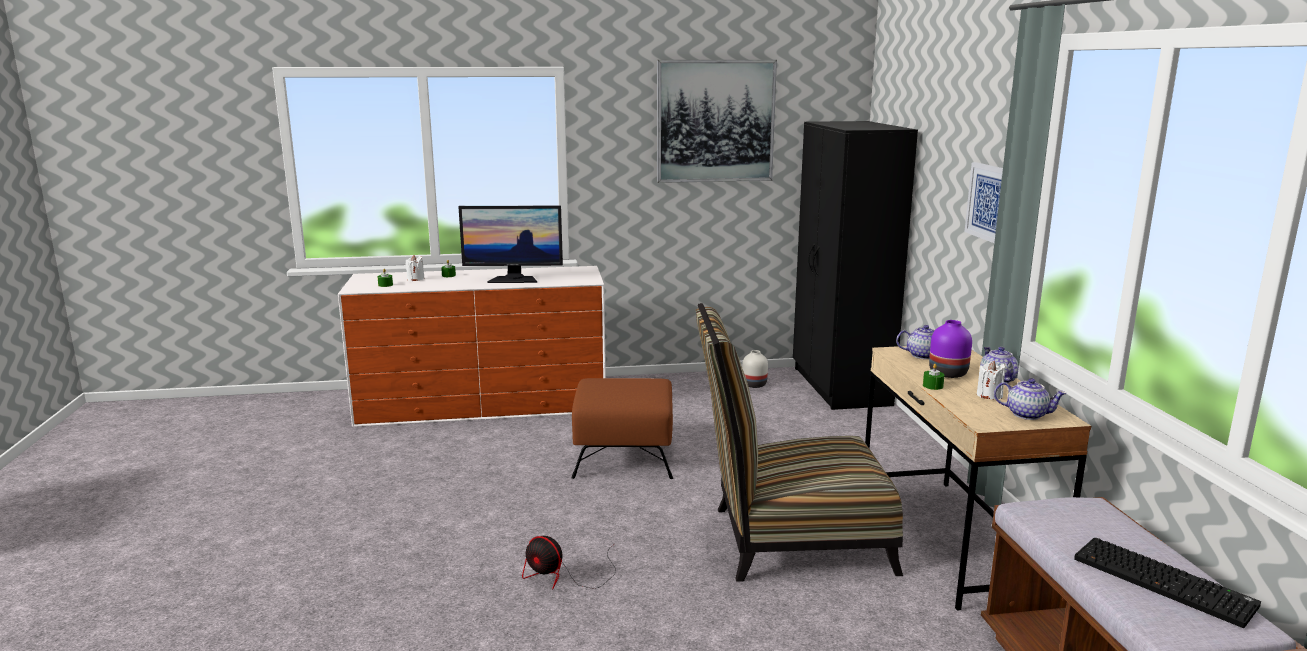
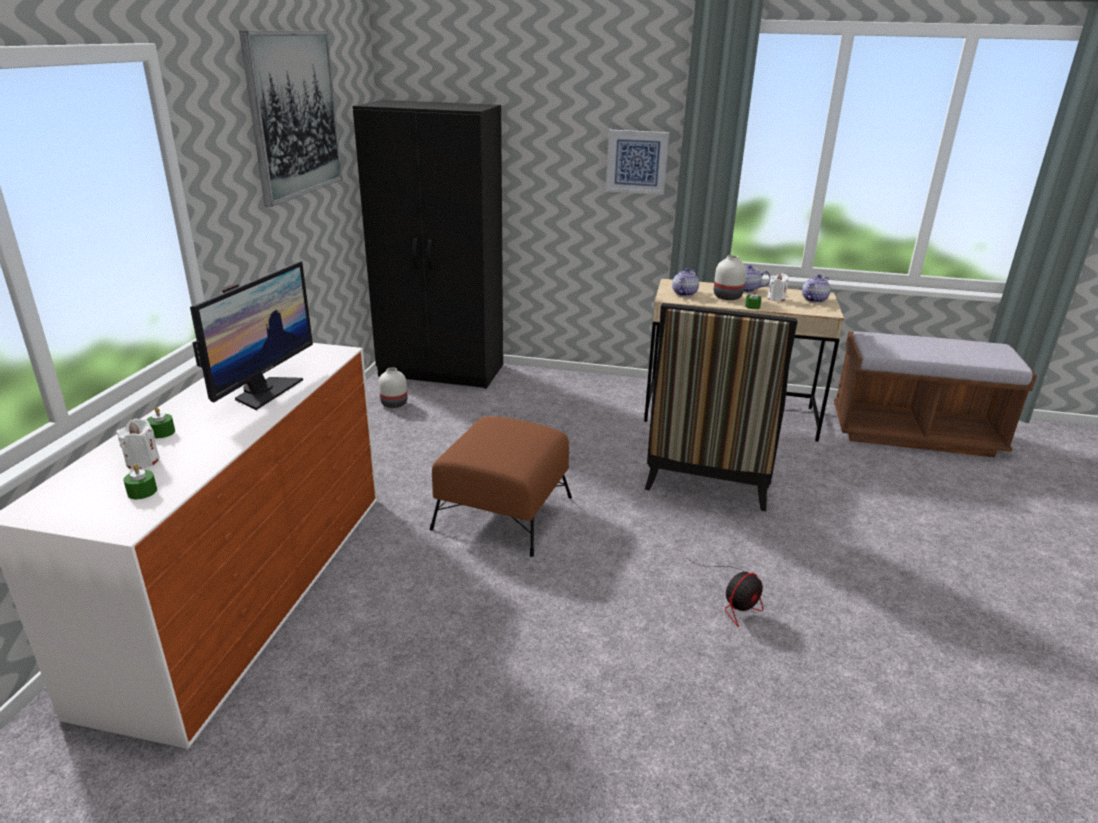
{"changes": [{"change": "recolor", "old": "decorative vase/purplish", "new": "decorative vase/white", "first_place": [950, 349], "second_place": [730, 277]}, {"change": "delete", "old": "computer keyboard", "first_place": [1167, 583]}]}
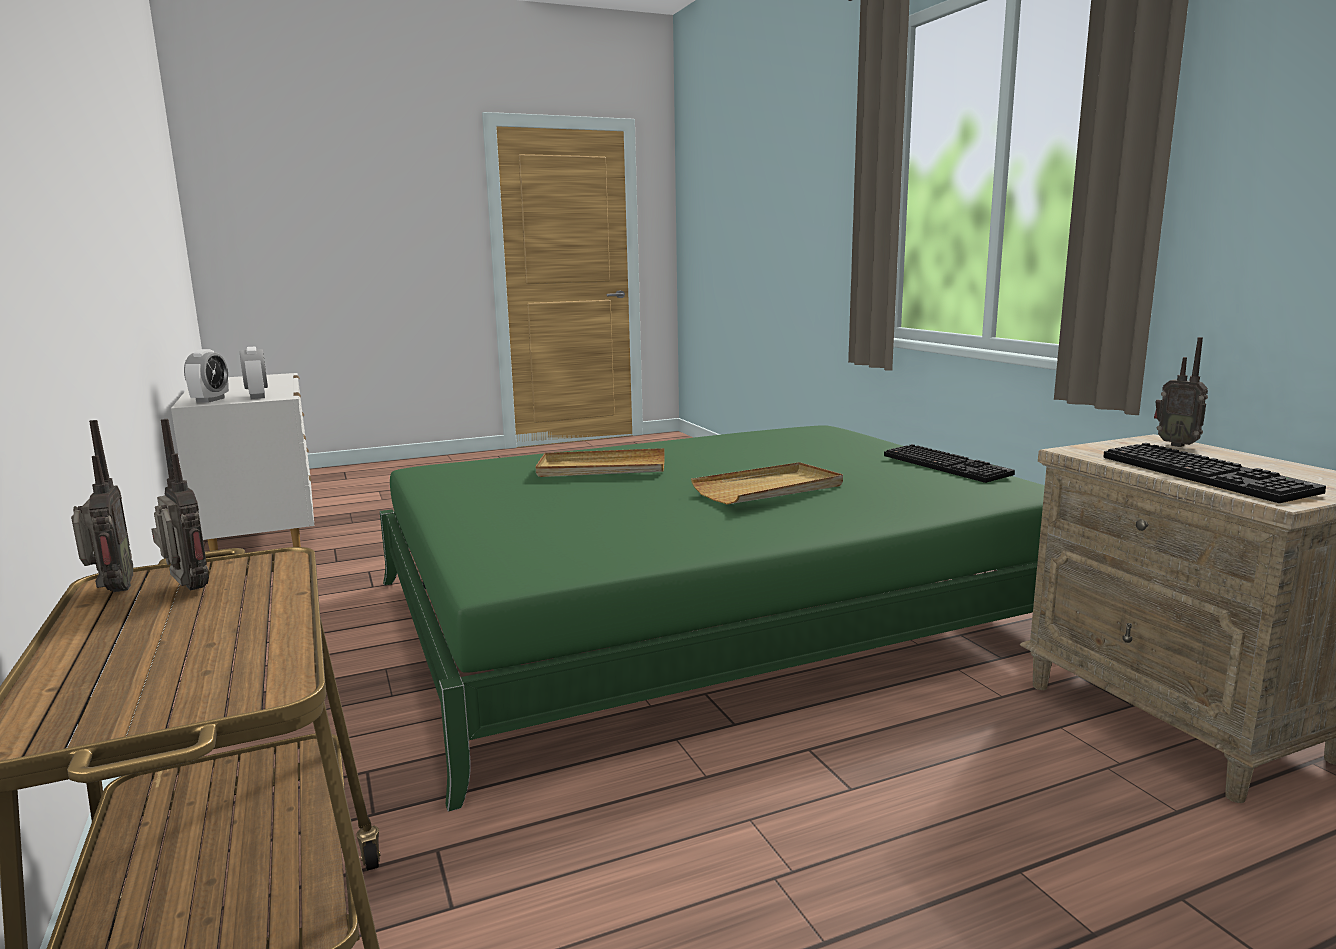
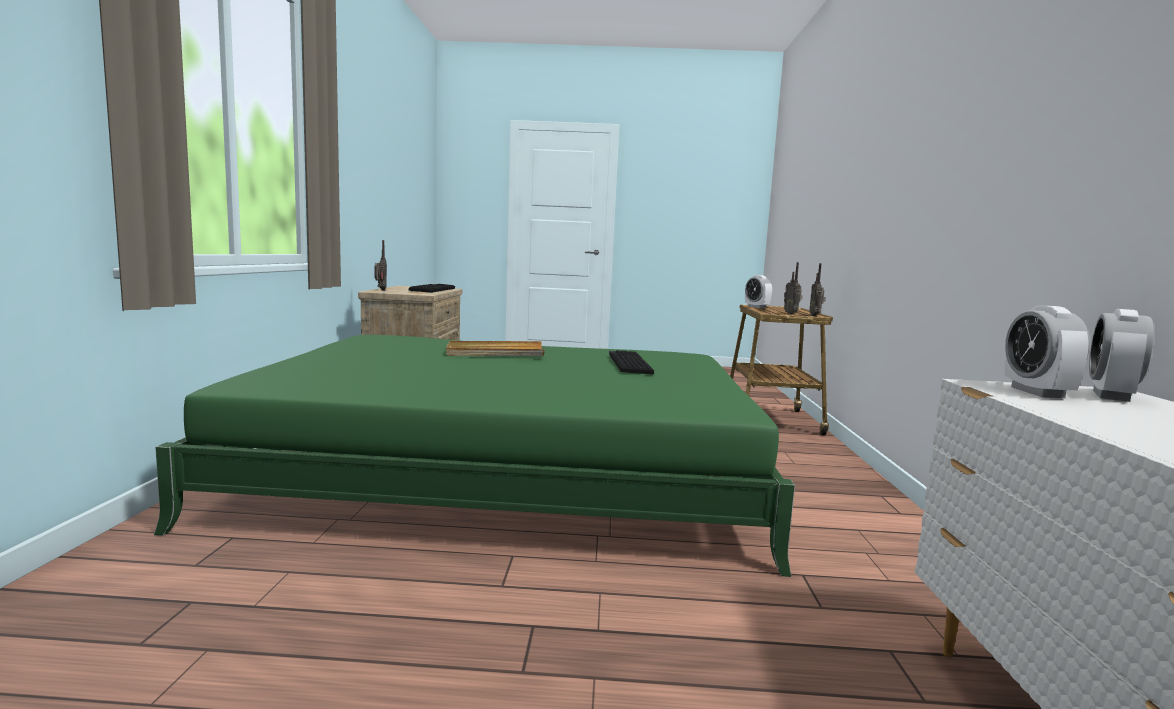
{"changes": [{"change": "move", "old": "computer keyboard", "first_place": [949, 463], "second_place": [631, 362]}, {"change": "insert", "new": "alarm clock", "second_place": [758, 291]}, {"change": "delete", "old": "tray/sand-coloured", "first_place": [600, 462]}]}
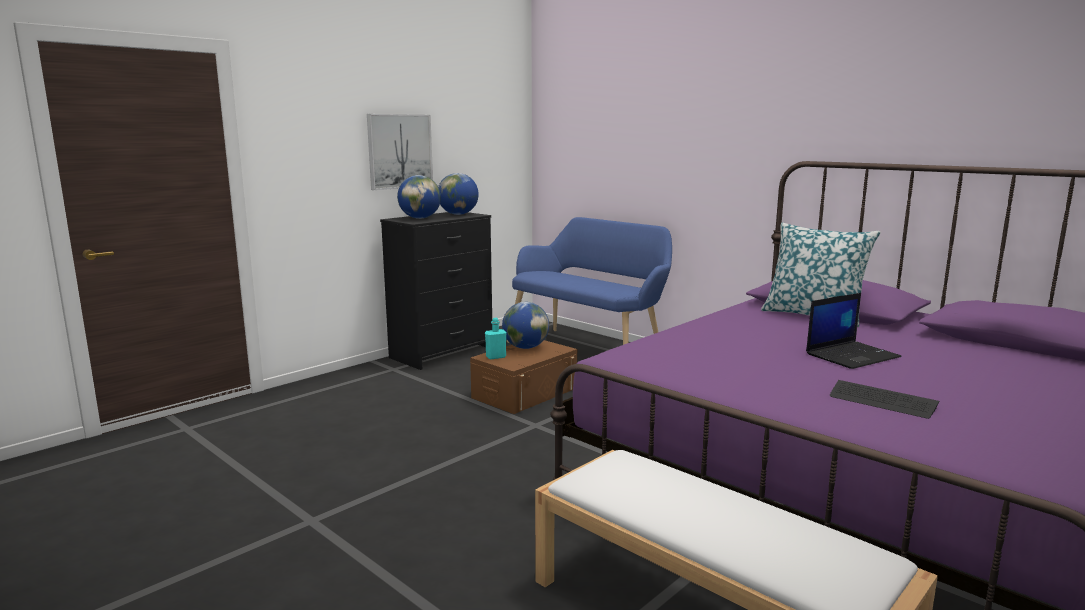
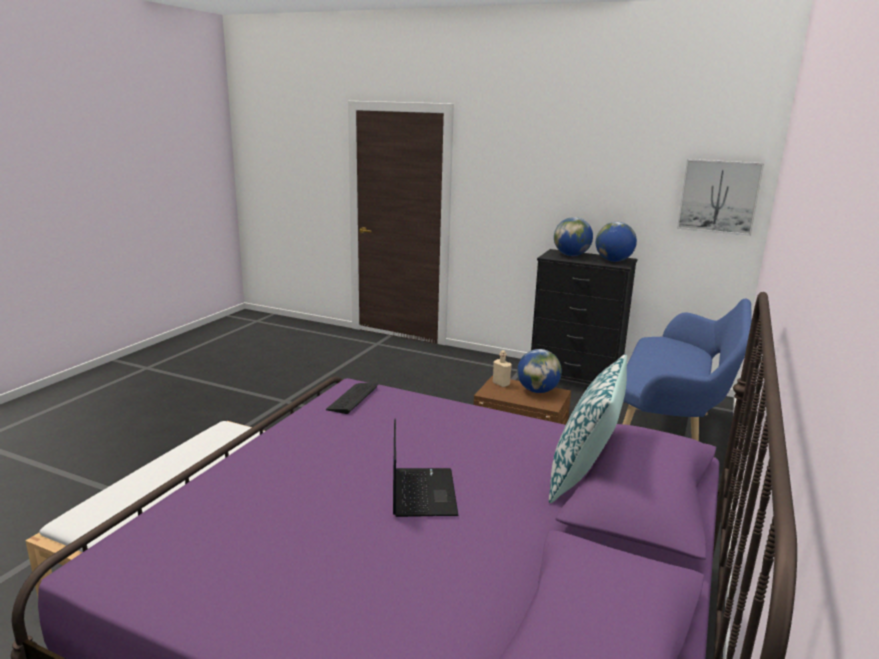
{"changes": [{"change": "move", "old": "computer keyboard", "first_place": [884, 399], "second_place": [352, 398]}, {"change": "rotate", "old": "notebook computer", "first_place": [854, 331], "second_place": [426, 467], "degrees": -135}, {"change": "recolor", "old": "beverage bottle/turquoise-coloured", "new": "beverage bottle/sand-coloured", "first_place": [495, 339], "second_place": [502, 368]}, {"change": "move", "old": "wall picture", "first_place": [400, 152], "second_place": [720, 197]}]}
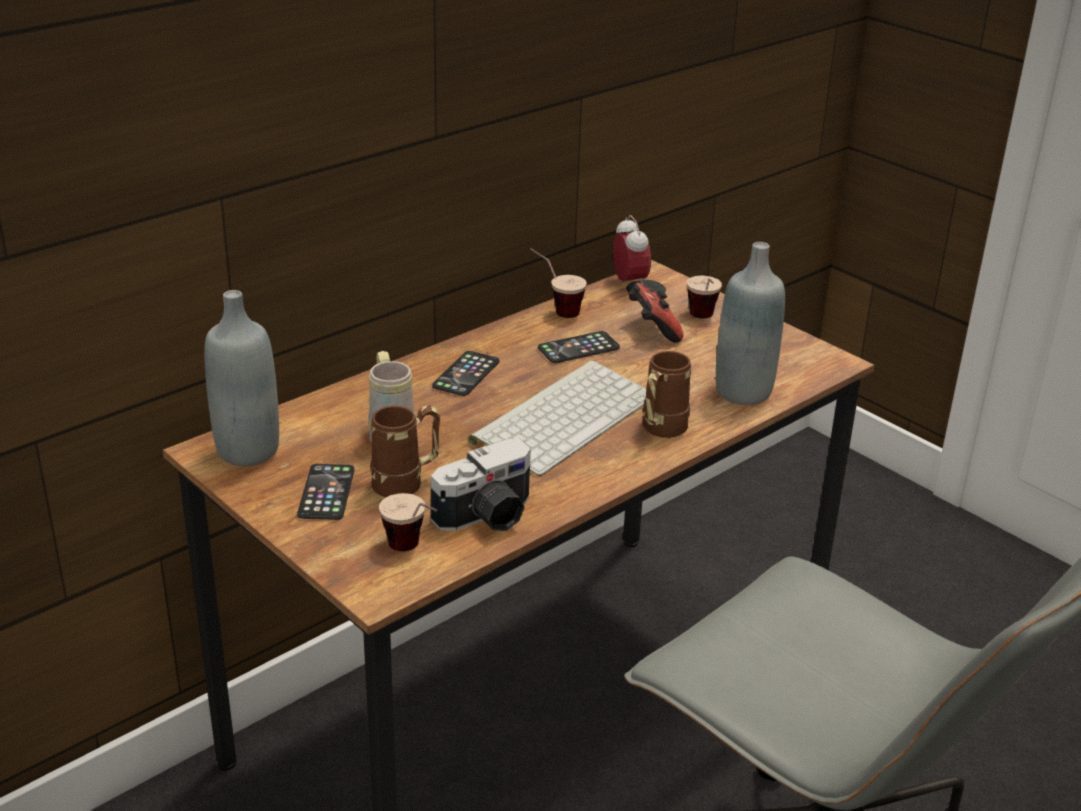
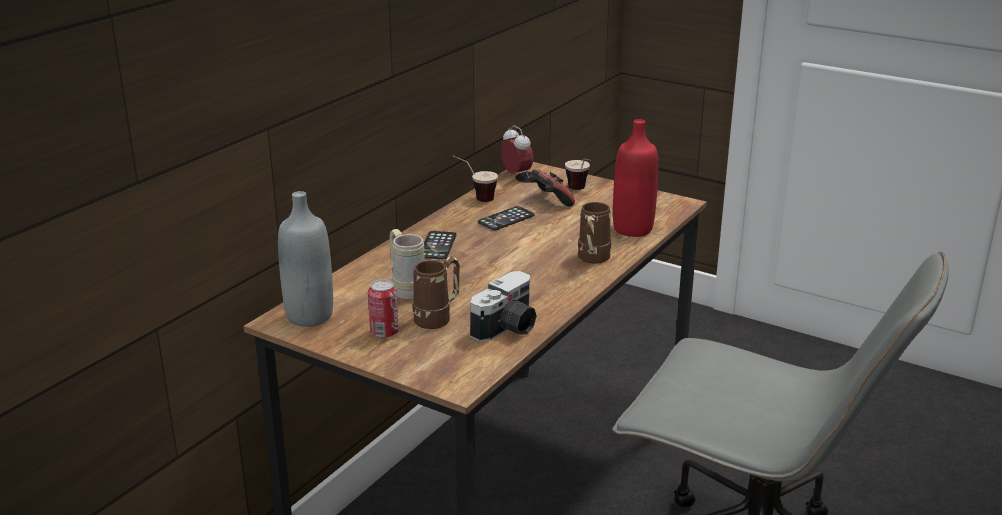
{"changes": [{"change": "replace", "old": "handset", "new": "can", "first_place": [325, 492], "second_place": [383, 309]}, {"change": "recolor", "old": "beverage bottle/greyish", "new": "beverage bottle/red-coloured", "first_place": [750, 323], "second_place": [635, 178]}, {"change": "delete", "old": "small cup", "first_place": [408, 522]}, {"change": "delete", "old": "computer keyboard", "first_place": [557, 418]}]}
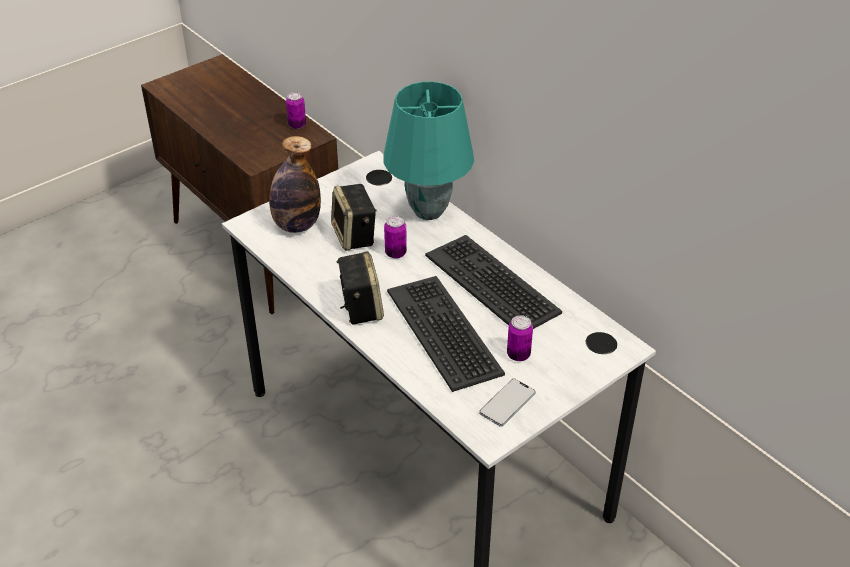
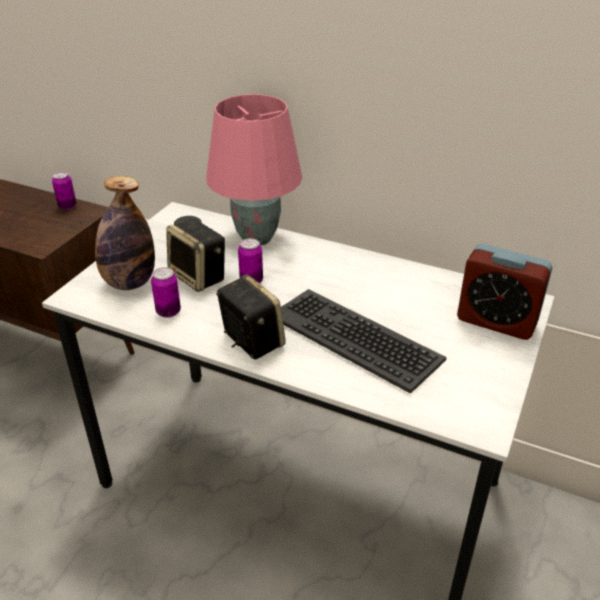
{"changes": [{"change": "move", "old": "can", "first_place": [520, 338], "second_place": [166, 292]}, {"change": "recolor", "old": "table lamp/turquoise-coloured", "new": "table lamp/pinkish", "first_place": [428, 150], "second_place": [254, 170]}, {"change": "insert", "new": "alarm clock", "second_place": [505, 292]}, {"change": "delete", "old": "computer keyboard", "first_place": [493, 282]}, {"change": "delete", "old": "handset", "first_place": [507, 403]}]}
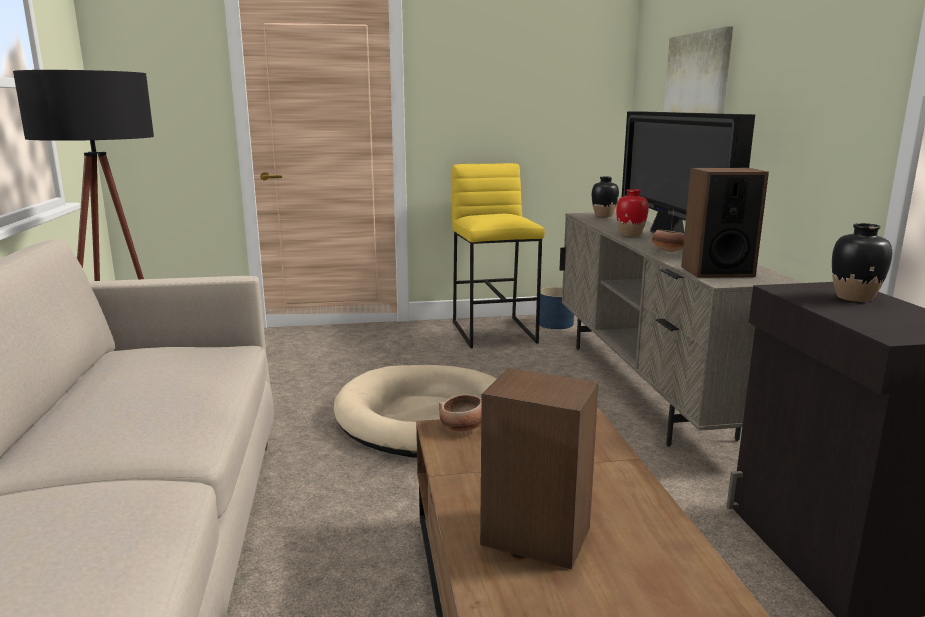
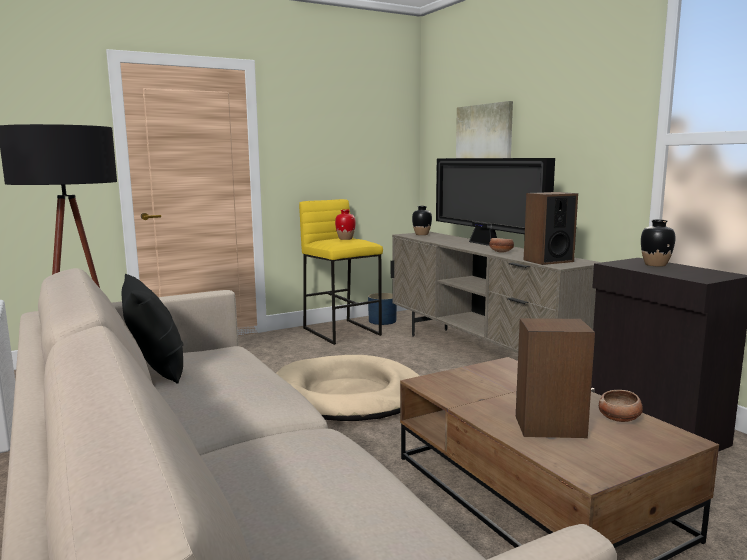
{"changes": [{"change": "insert", "new": "throw pillow/blackish", "second_place": [152, 329]}, {"change": "move", "old": "decorative vase/red-coloured", "first_place": [632, 213], "second_place": [345, 224]}, {"change": "move", "old": "serving bowl", "first_place": [460, 413], "second_place": [621, 406]}]}
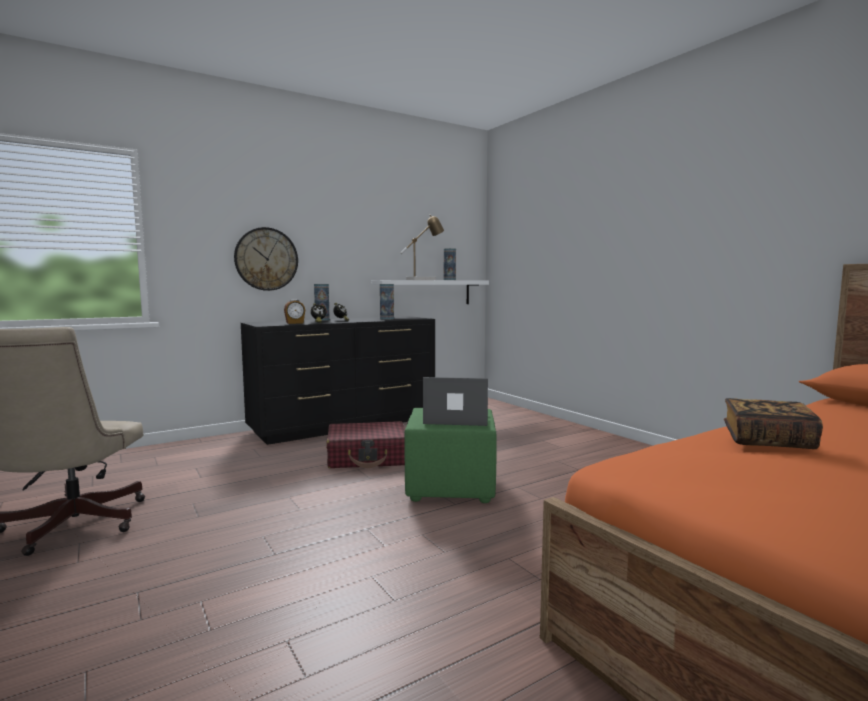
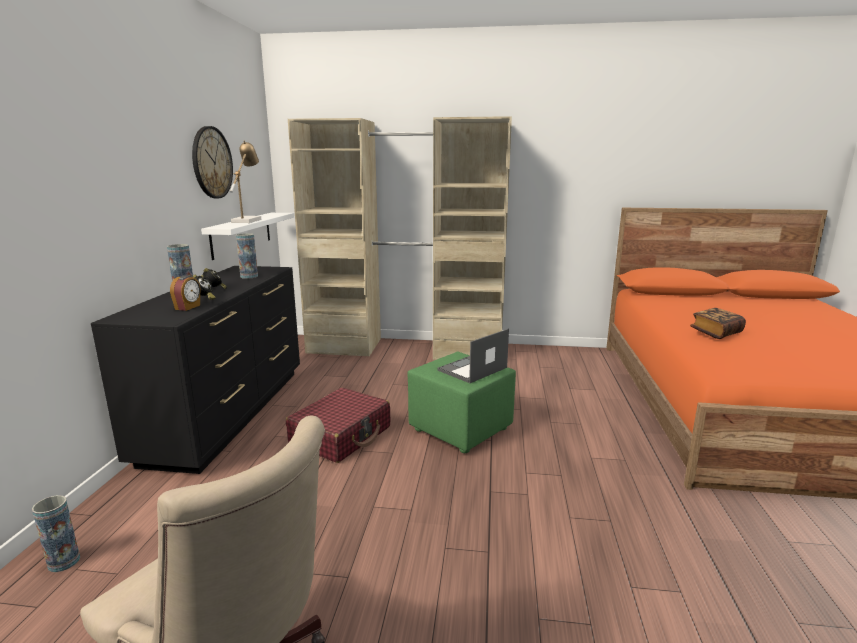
{"changes": [{"change": "move", "old": "decorative vase", "first_place": [450, 264], "second_place": [56, 533]}, {"change": "move", "old": "hanging clock", "first_place": [266, 259], "second_place": [212, 162]}, {"change": "insert", "new": "wardrobe/sand-coloured", "second_place": [400, 238]}]}
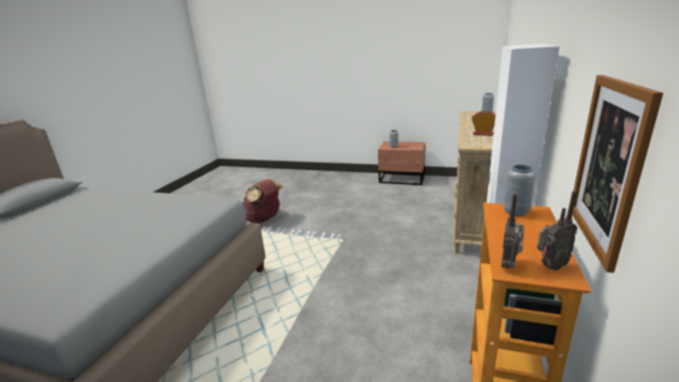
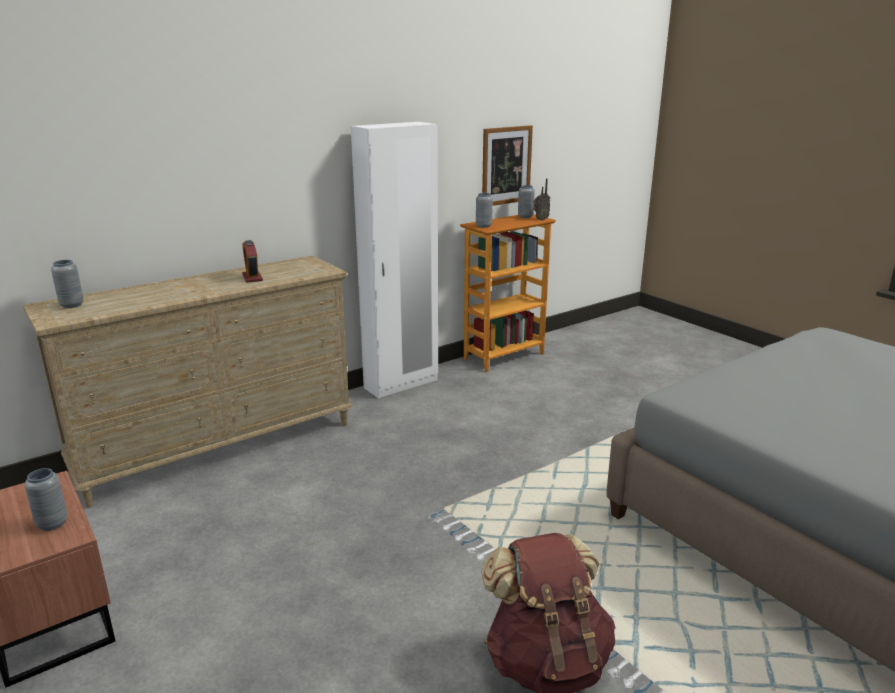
{"changes": [{"change": "replace", "old": "radio set", "new": "decorative vase/greyish", "first_place": [557, 230], "second_place": [526, 201]}]}
